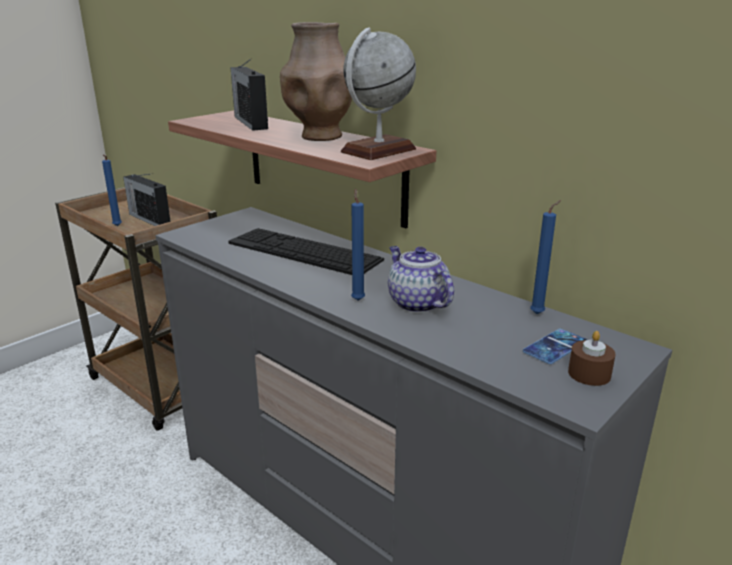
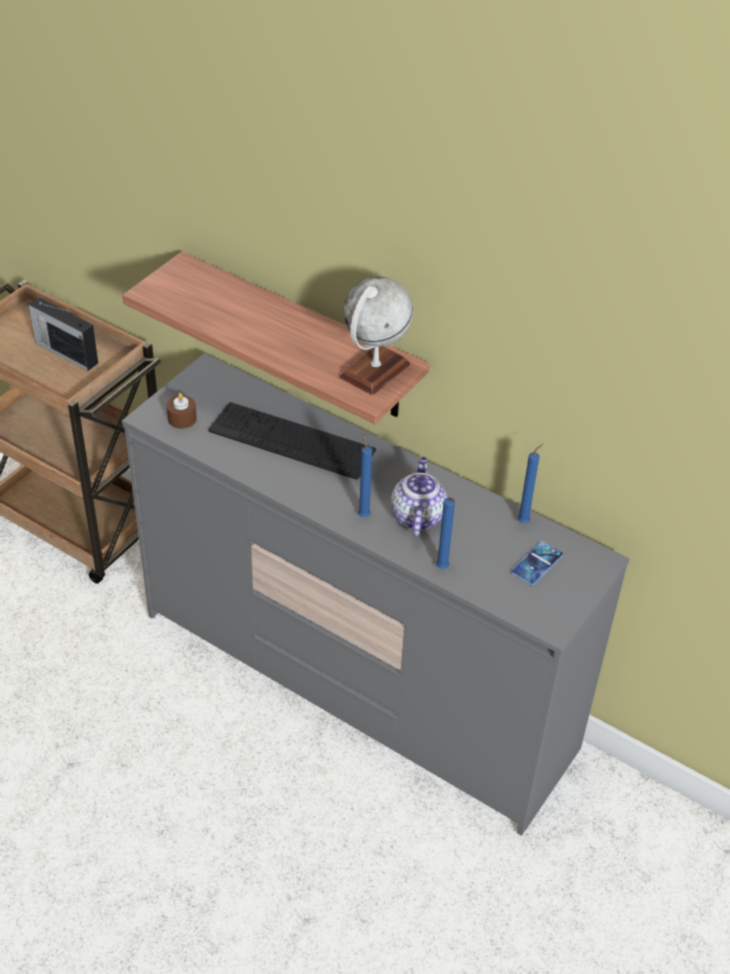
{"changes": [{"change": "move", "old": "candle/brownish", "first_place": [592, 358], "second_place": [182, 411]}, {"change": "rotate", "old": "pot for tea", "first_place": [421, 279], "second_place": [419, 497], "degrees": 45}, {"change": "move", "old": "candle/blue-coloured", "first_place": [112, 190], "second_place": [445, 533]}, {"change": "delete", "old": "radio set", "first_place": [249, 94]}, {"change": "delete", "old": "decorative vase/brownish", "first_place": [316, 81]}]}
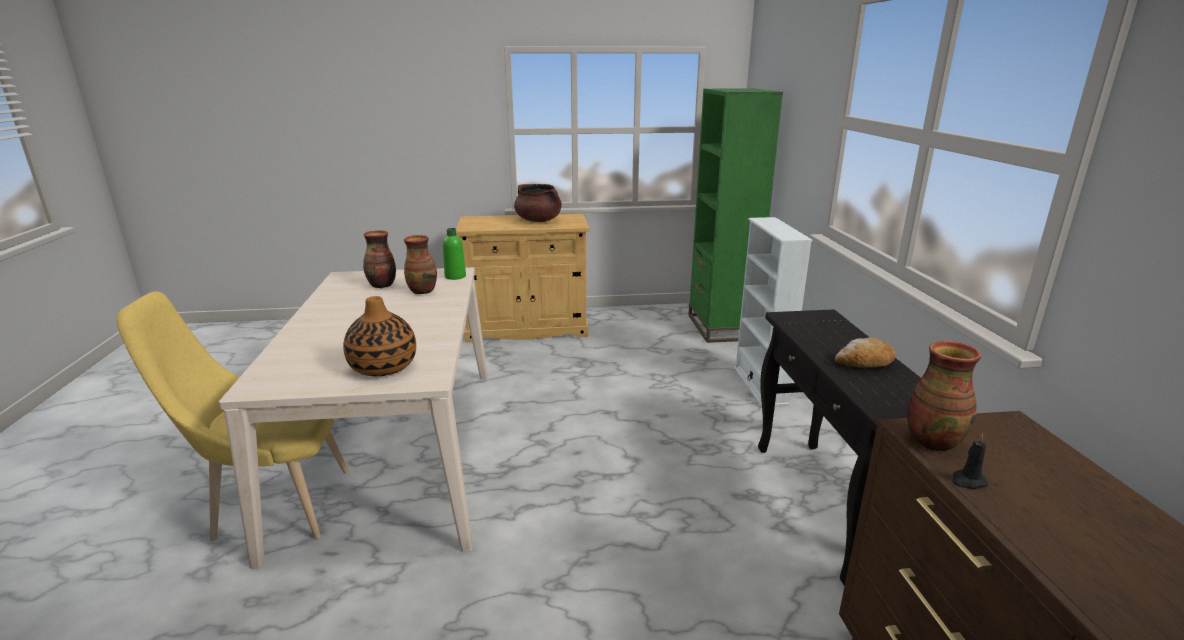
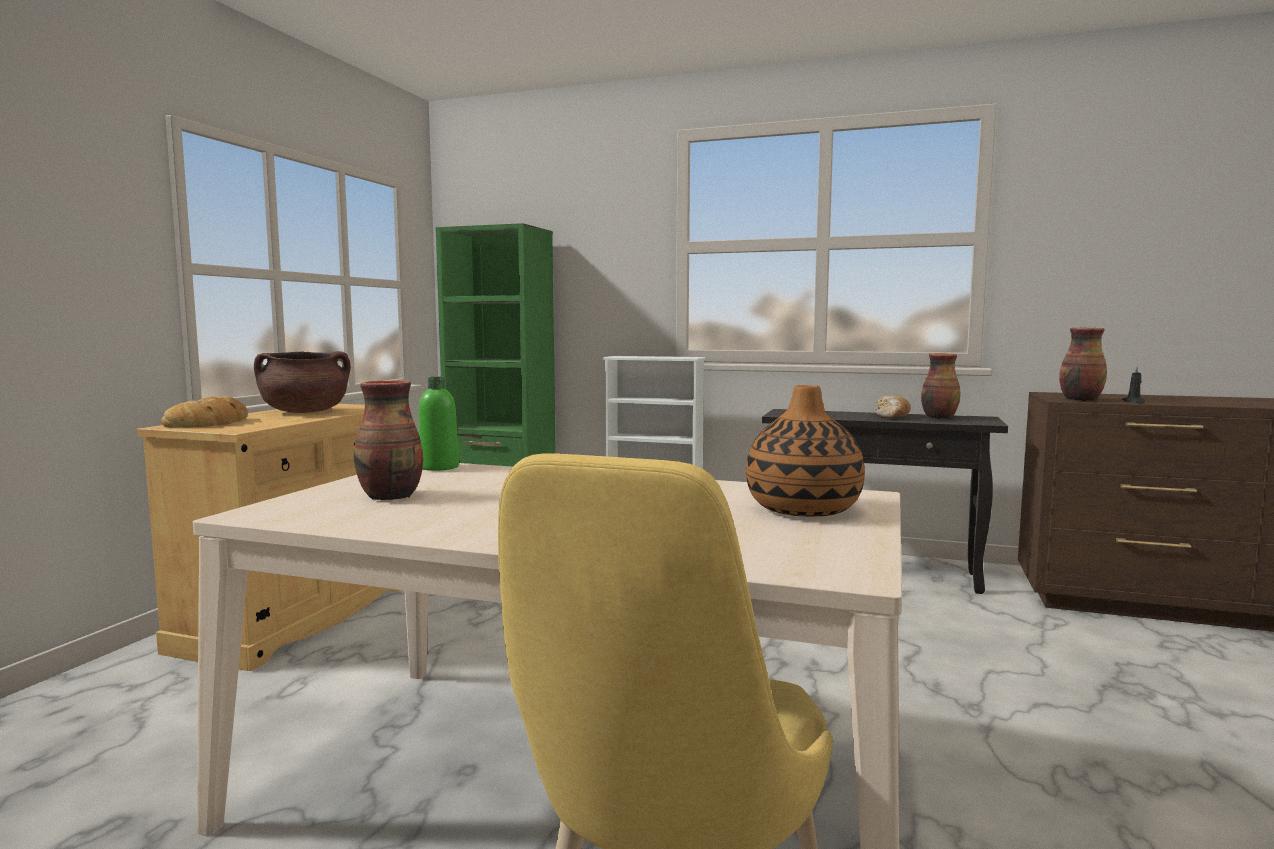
{"changes": [{"change": "insert", "new": "bread", "second_place": [204, 412]}, {"change": "move", "old": "decorative vase", "first_place": [420, 264], "second_place": [940, 386]}]}
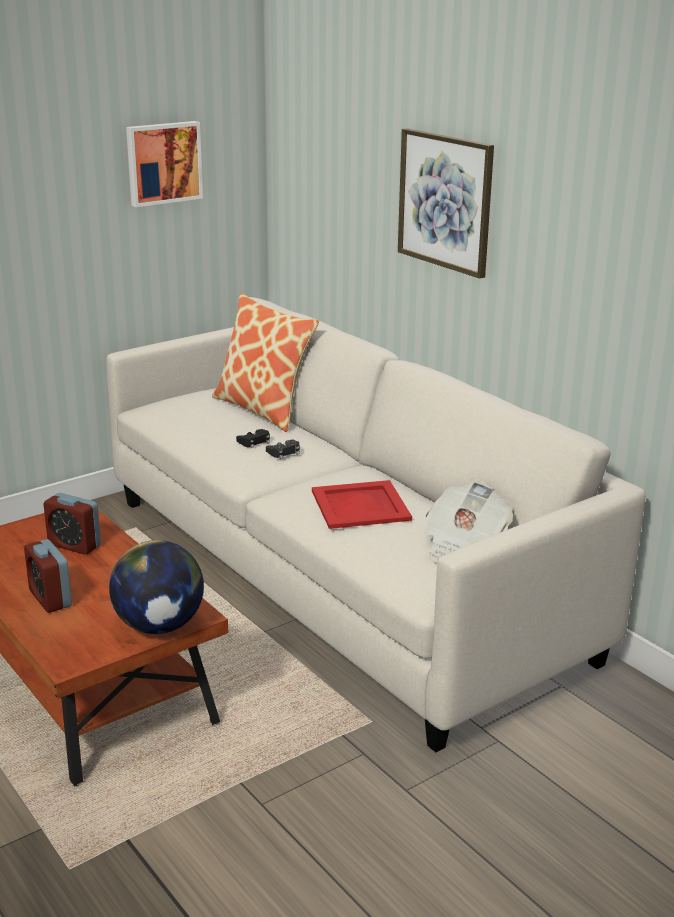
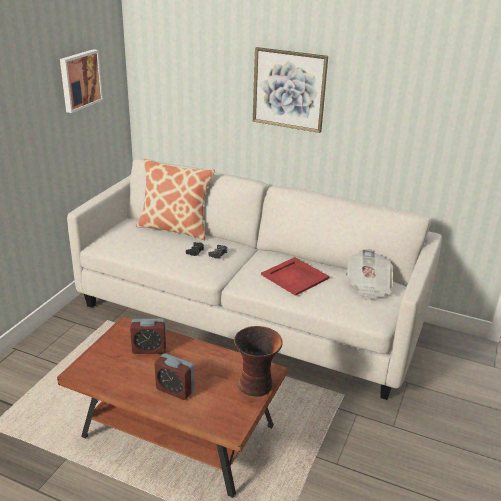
{"changes": [{"change": "replace", "old": "world globe", "new": "decorative vase", "first_place": [156, 587], "second_place": [258, 361]}]}
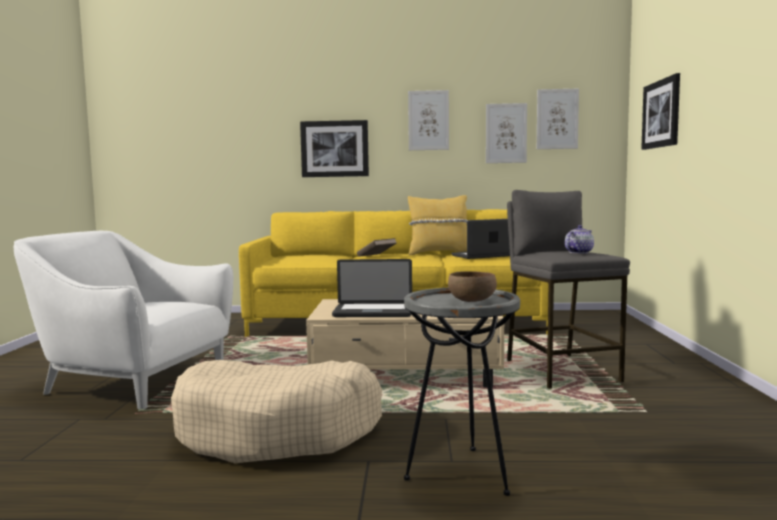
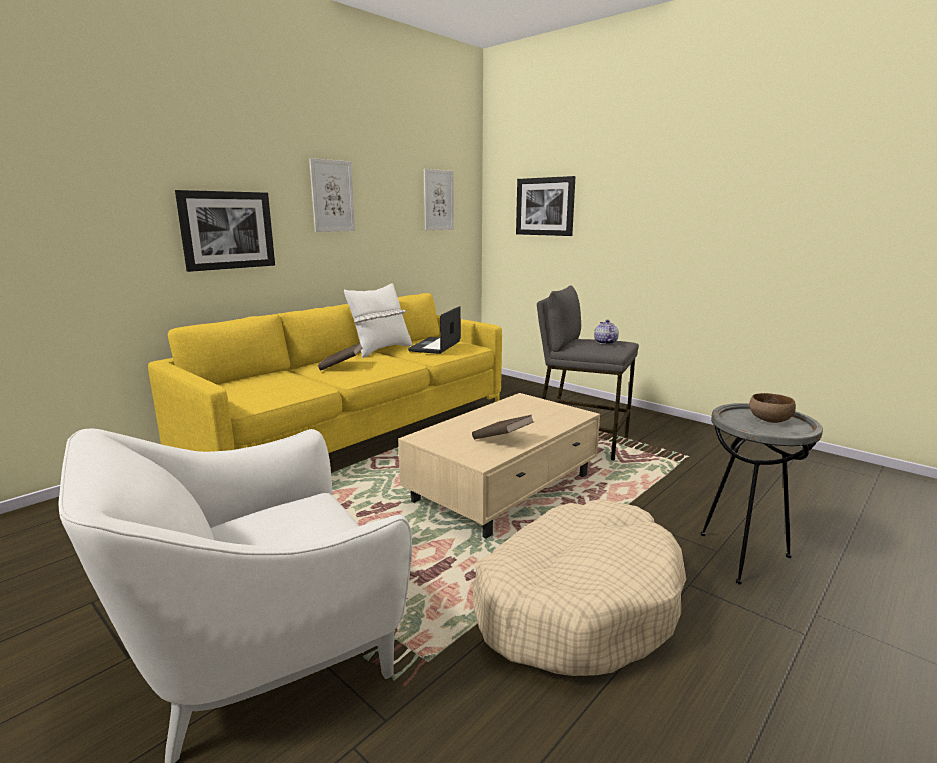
{"changes": [{"change": "recolor", "old": "throw pillow/yellow-coloured", "new": "throw pillow/white", "first_place": [438, 225], "second_place": [378, 321]}, {"change": "replace", "old": "notebook computer", "new": "bound book/brownish", "first_place": [372, 288], "second_place": [503, 427]}, {"change": "delete", "old": "wall picture", "first_place": [506, 133]}]}
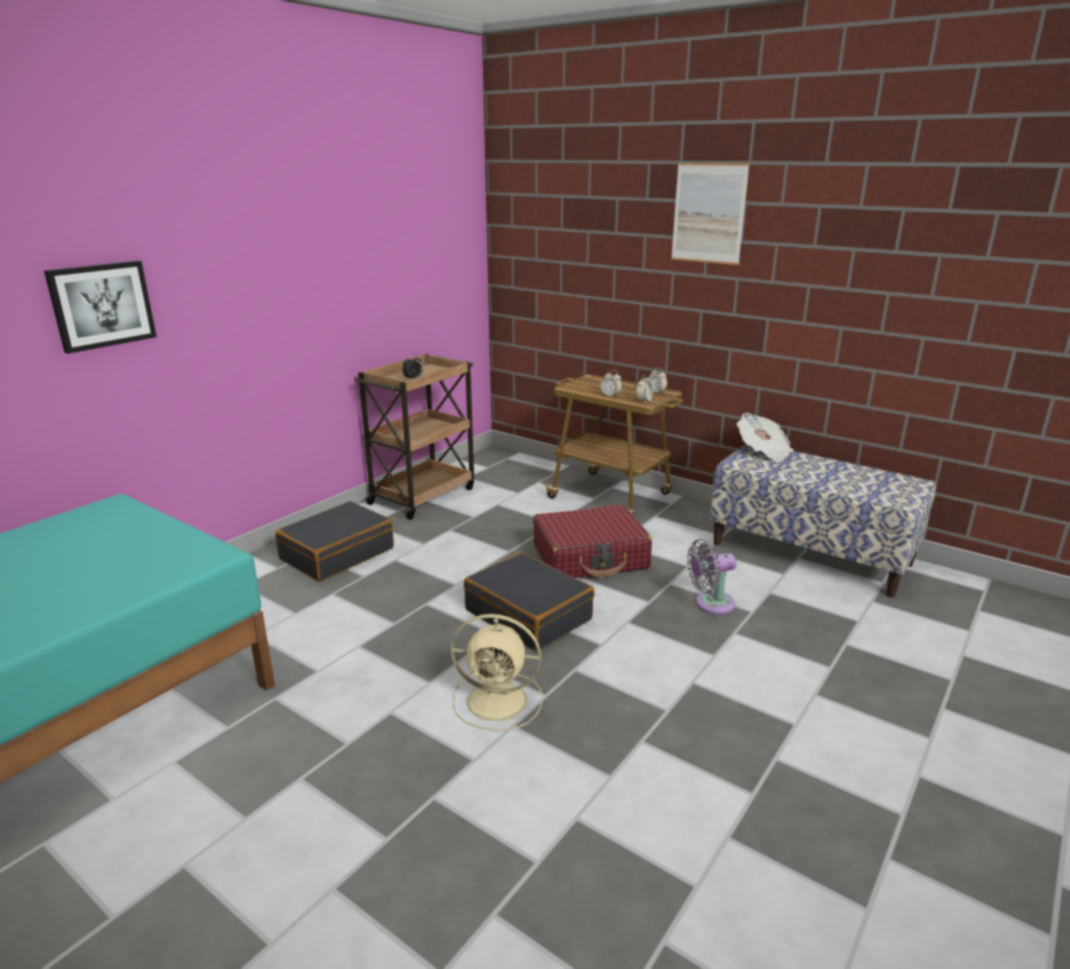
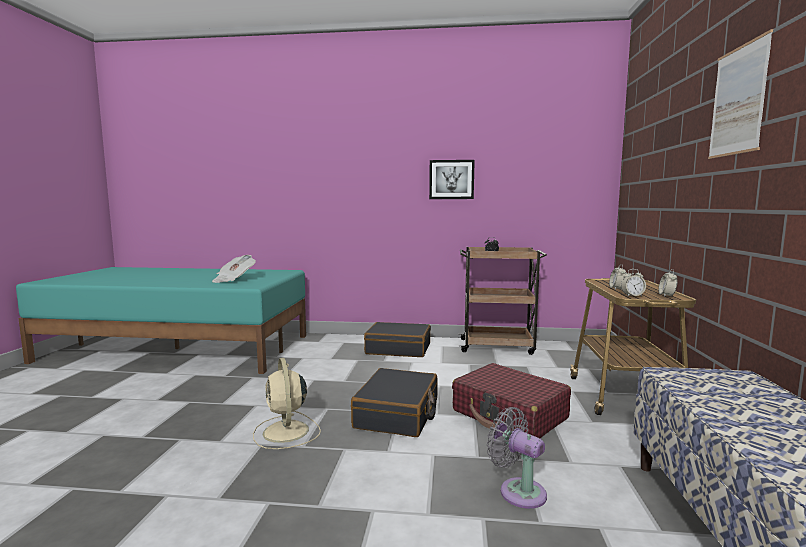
{"changes": [{"change": "move", "old": "daily paper", "first_place": [765, 438], "second_place": [234, 269]}, {"change": "move", "old": "wall picture", "first_place": [100, 307], "second_place": [452, 179]}]}
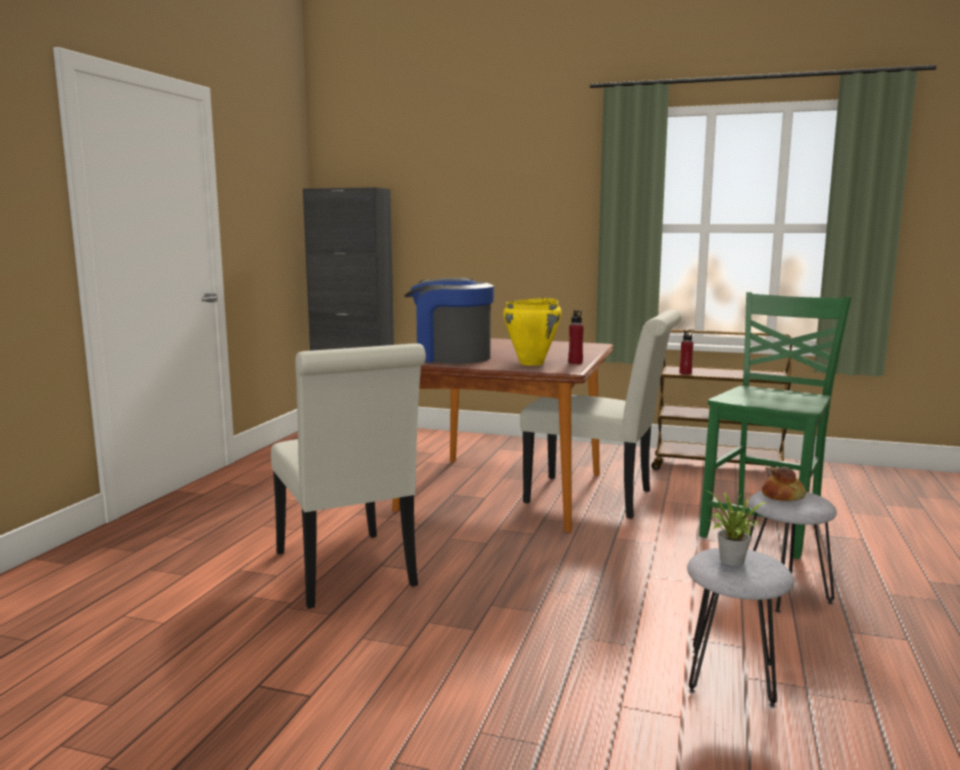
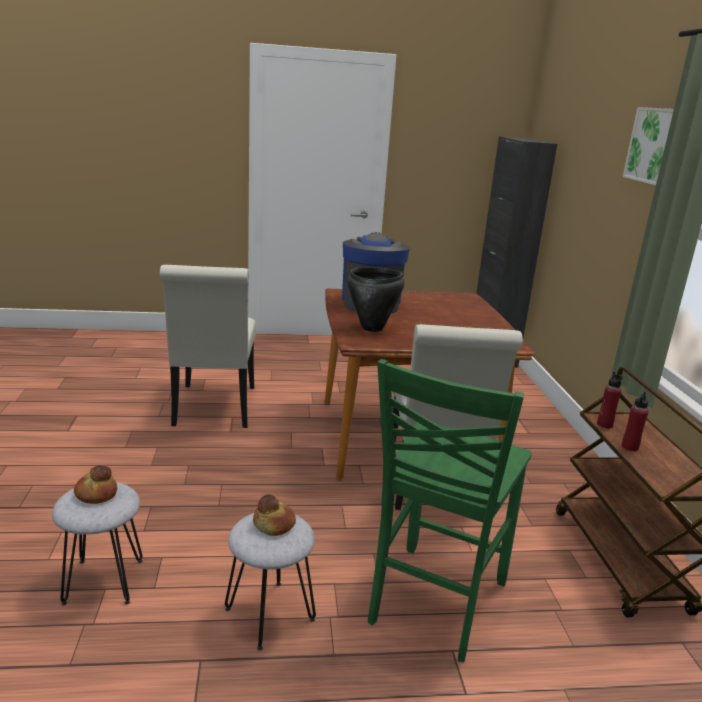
{"changes": [{"change": "replace", "old": "plant in a pot", "new": "bread", "first_place": [736, 528], "second_place": [95, 484]}, {"change": "rotate", "old": "upright chair/white", "first_place": [348, 476], "second_place": [208, 346], "degrees": -45}, {"change": "recolor", "old": "cooking pot/yellow-coloured", "new": "cooking pot/blackish", "first_place": [532, 332], "second_place": [376, 299]}, {"change": "rotate", "old": "upright chair/green-coloured", "first_place": [775, 425], "second_place": [450, 510], "degrees": 105}, {"change": "move", "old": "beverage bottle/red-coloured", "first_place": [576, 337], "second_place": [635, 421]}, {"change": "insert", "new": "wall picture", "second_place": [648, 146]}]}
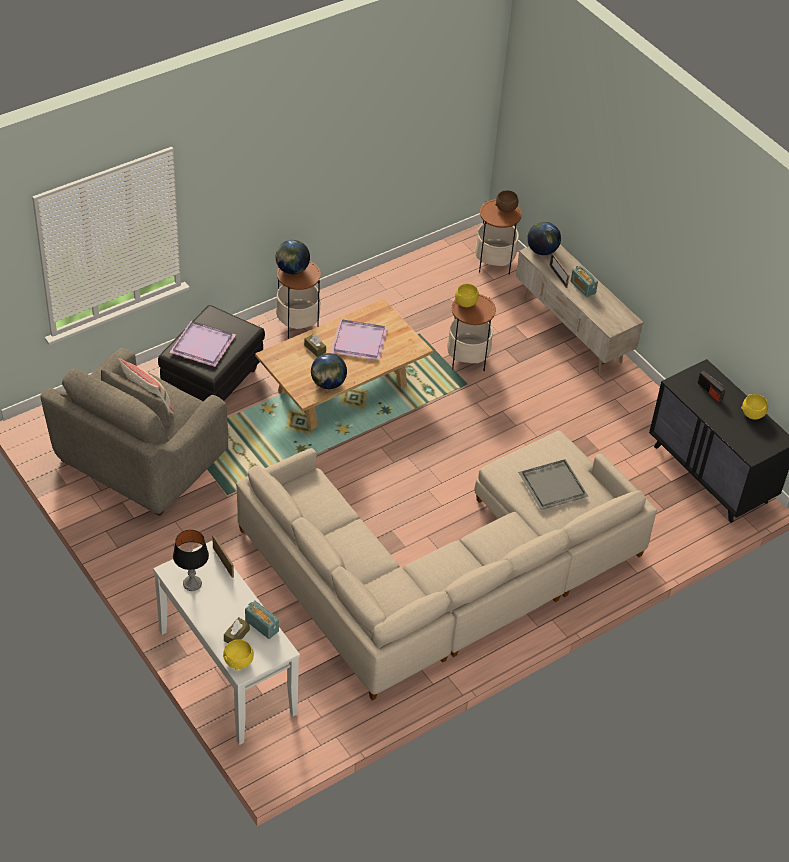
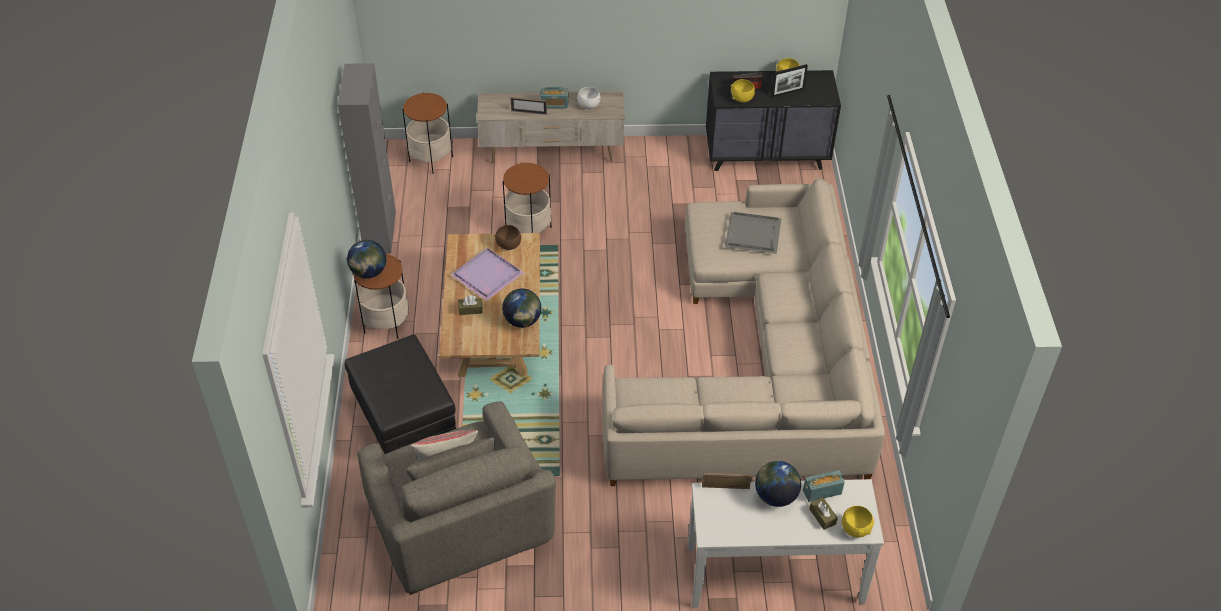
{"changes": [{"change": "insert", "new": "storage cabinet/greyish", "second_place": [367, 158]}, {"change": "move", "old": "serving bowl/brownish", "first_place": [506, 201], "second_place": [507, 237]}, {"change": "insert", "new": "serving bowl/white", "second_place": [589, 98]}, {"change": "move", "old": "serving bowl/yellow-coloured", "first_place": [467, 295], "second_place": [743, 91]}, {"change": "move", "old": "world globe", "first_place": [544, 238], "second_place": [778, 484]}, {"change": "insert", "new": "photo frame", "second_place": [789, 80]}, {"change": "delete", "old": "tray/purplish", "first_place": [202, 344]}, {"change": "delete", "old": "table lamp", "first_place": [191, 560]}]}
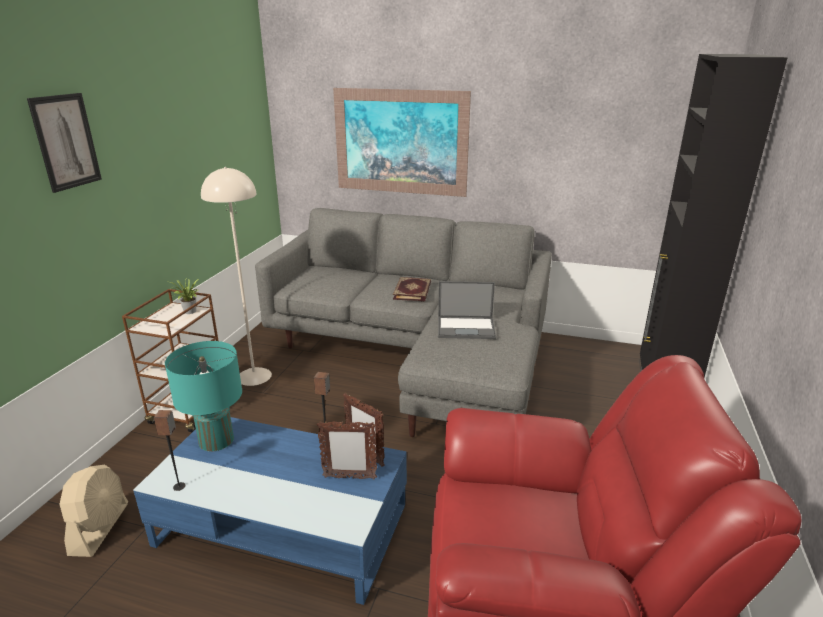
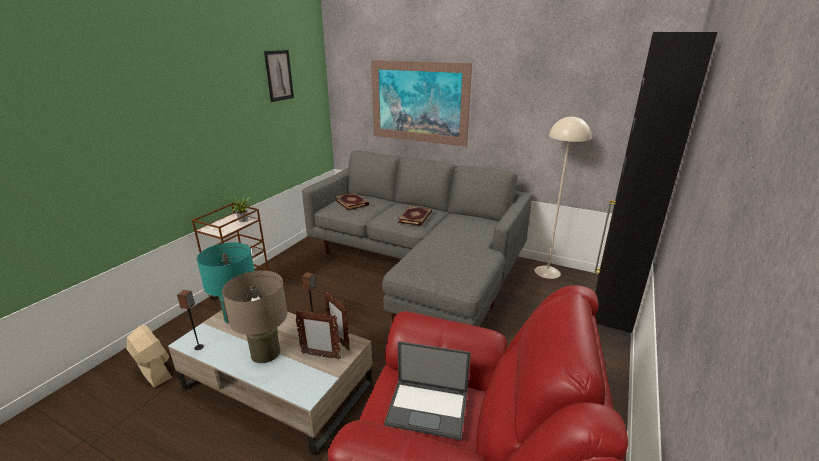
{"changes": [{"change": "rotate", "old": "fan/sand-coloured", "first_place": [93, 510], "second_place": [149, 356], "degrees": -60}, {"change": "recolor", "old": "low table/blue-coloured", "new": "low table/sand-coloured", "first_place": [270, 511], "second_place": [270, 383]}, {"change": "insert", "new": "table lamp/sand-coloured", "second_place": [255, 317]}, {"change": "move", "old": "wall picture", "first_place": [64, 143], "second_place": [279, 76]}, {"change": "insert", "new": "bound book", "second_place": [351, 201]}, {"change": "move", "old": "notebook computer", "first_place": [467, 310], "second_place": [427, 390]}, {"change": "move", "old": "floor lamp/sand-coloured", "first_place": [236, 276], "second_place": [563, 197]}]}
